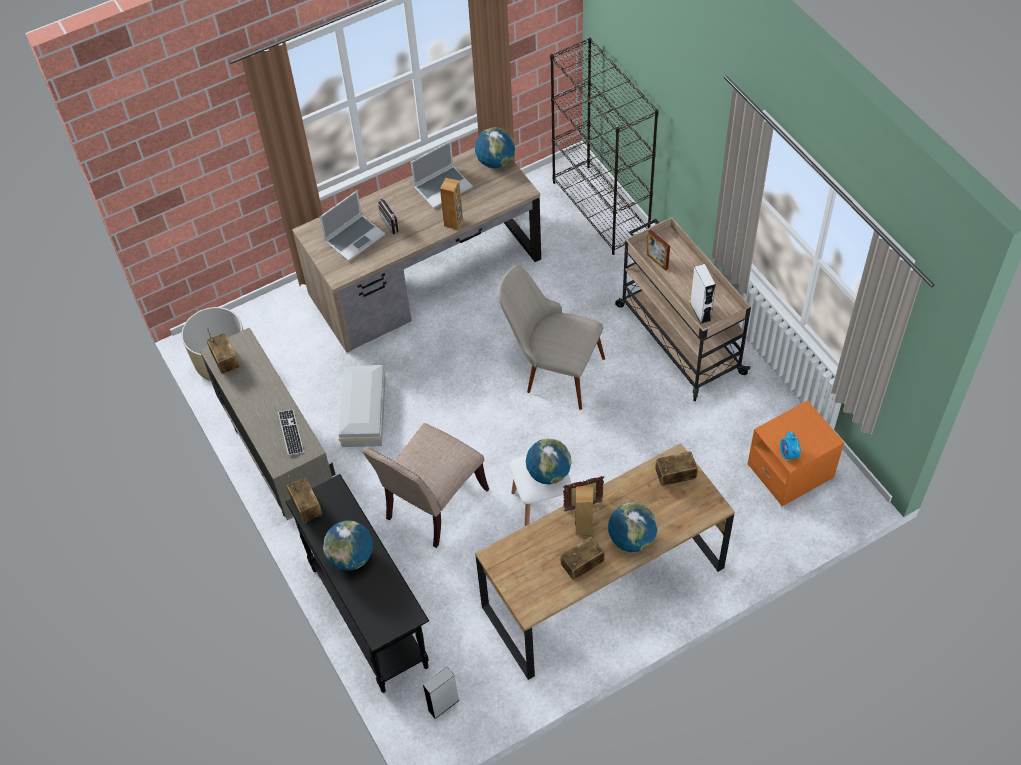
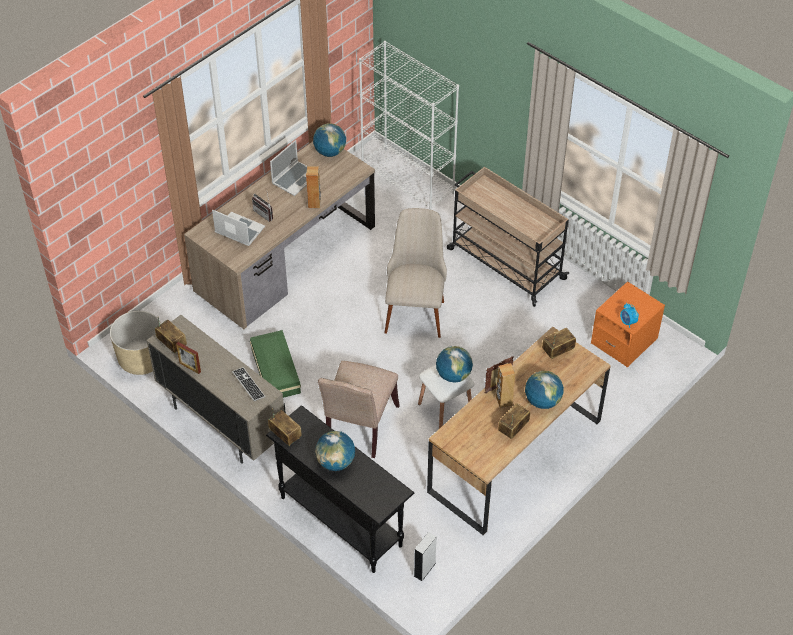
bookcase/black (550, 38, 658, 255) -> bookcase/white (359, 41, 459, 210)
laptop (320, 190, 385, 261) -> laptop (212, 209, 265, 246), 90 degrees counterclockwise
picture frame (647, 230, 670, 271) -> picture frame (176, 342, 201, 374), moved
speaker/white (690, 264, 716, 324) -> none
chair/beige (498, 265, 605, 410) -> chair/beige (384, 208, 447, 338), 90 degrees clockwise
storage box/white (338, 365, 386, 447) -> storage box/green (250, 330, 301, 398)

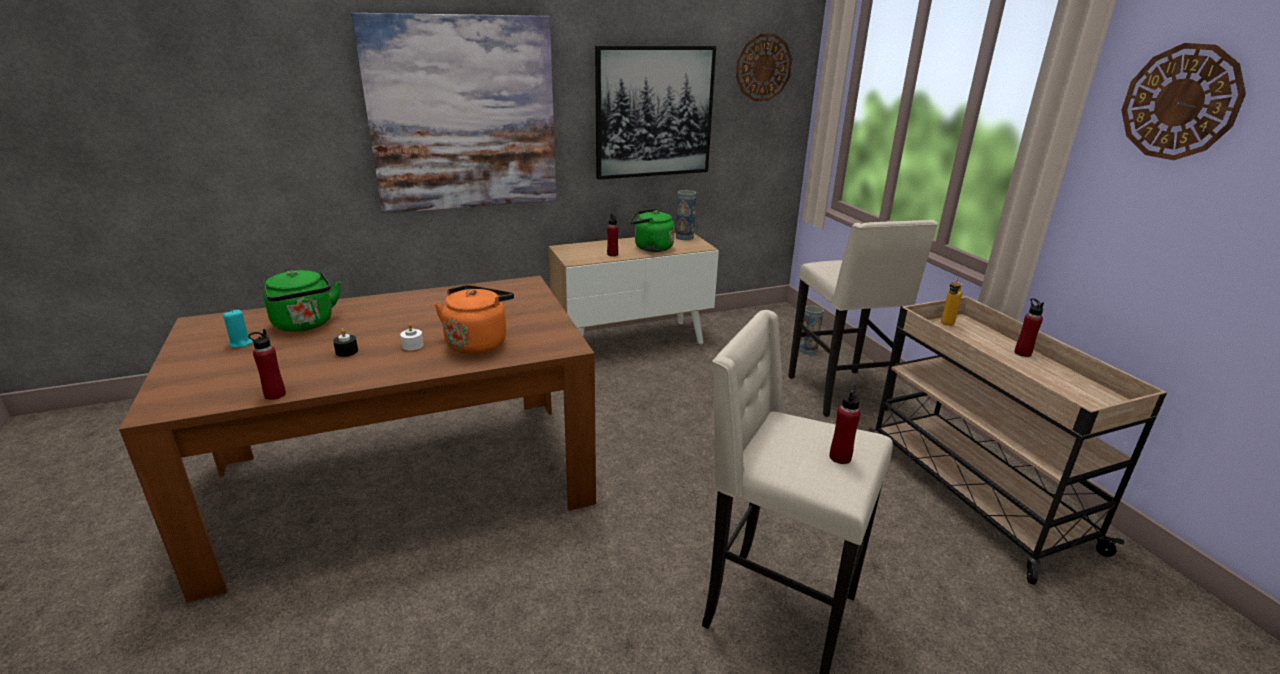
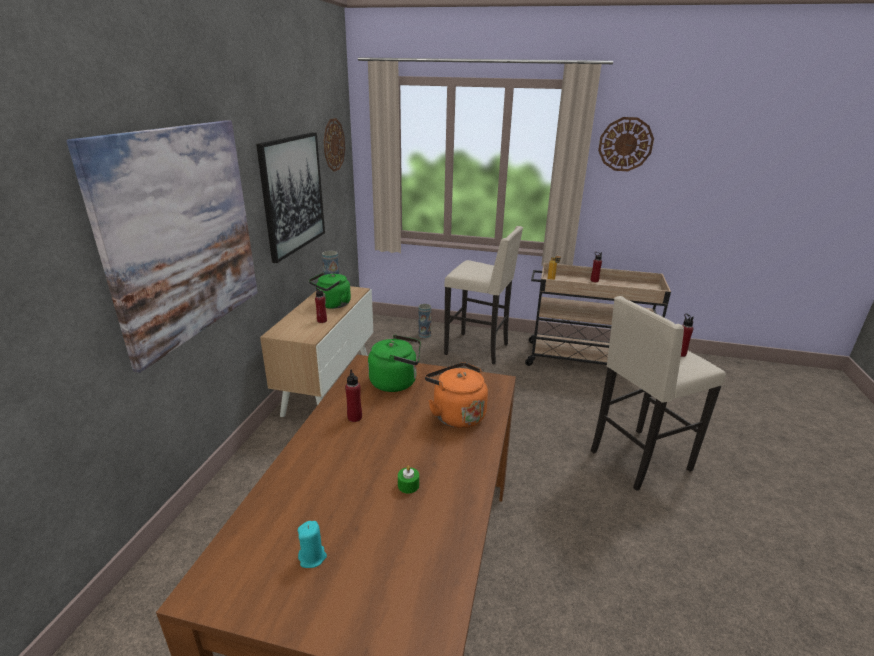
kettle/green (263, 270, 341, 332) -> kettle/green (368, 335, 421, 392), moved
candle/white (400, 323, 424, 350) -> none
bottle/red (248, 329, 286, 400) -> bottle/red (345, 369, 362, 422), moved
candle/black (333, 329, 358, 357) -> candle/green (398, 465, 419, 493)

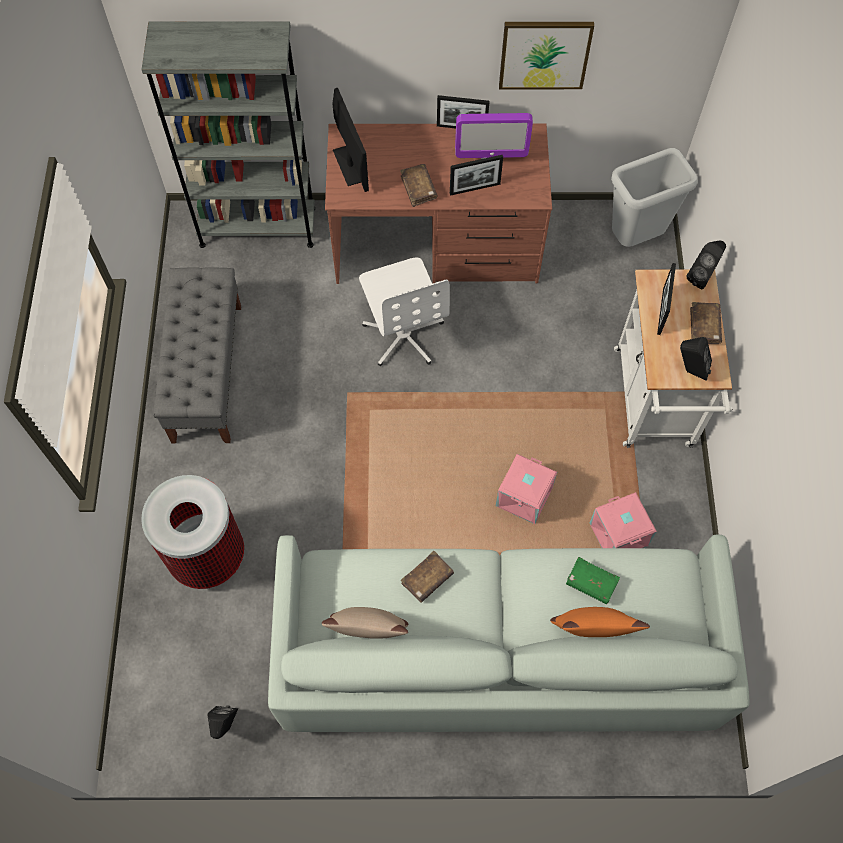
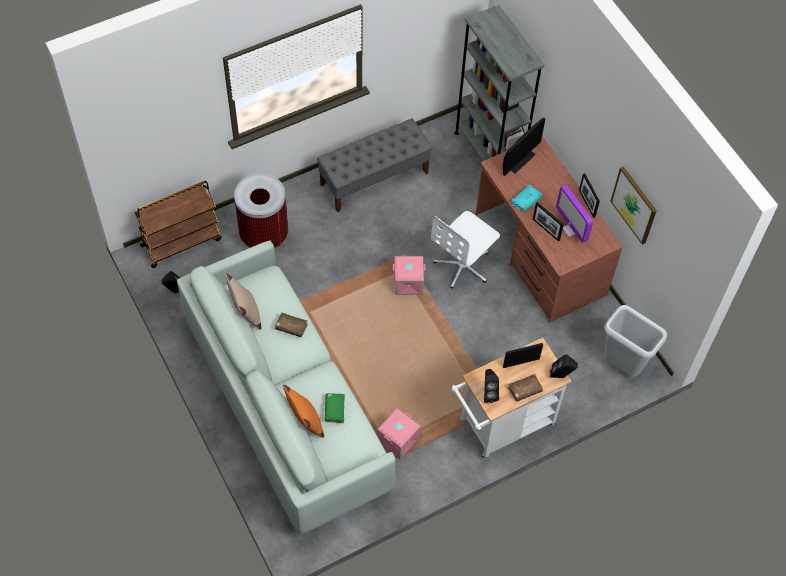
book/brown (400, 164, 438, 207) -> book/turquoise (511, 184, 543, 212)
storage box/pink (496, 454, 557, 524) -> storage box/pink (393, 256, 425, 295), moved
none -> cart/brown (135, 181, 222, 268)

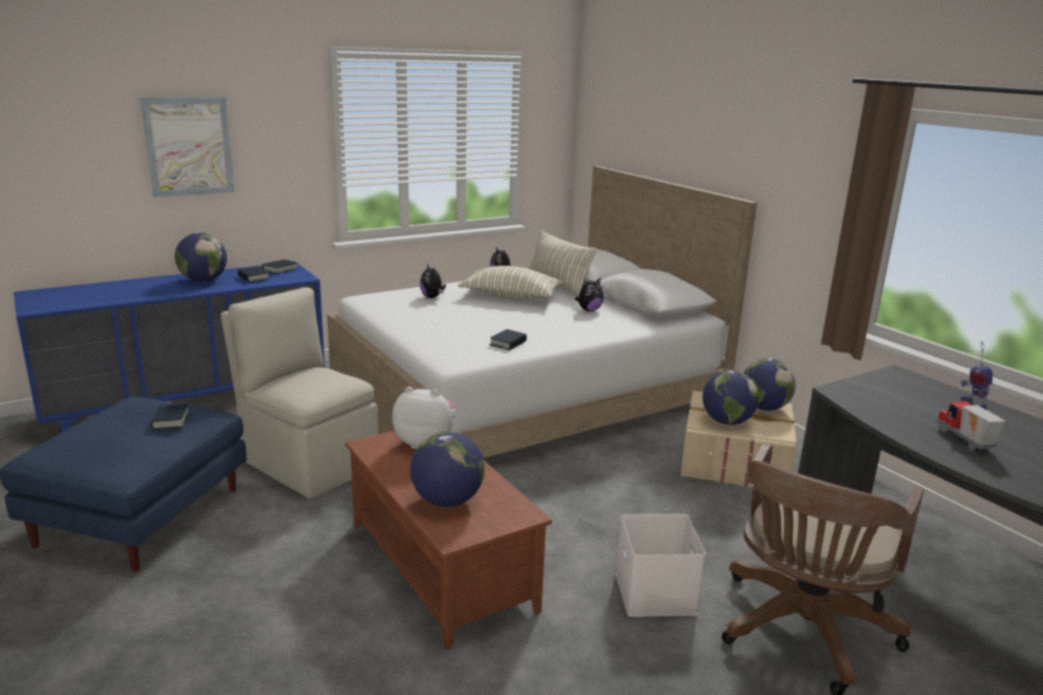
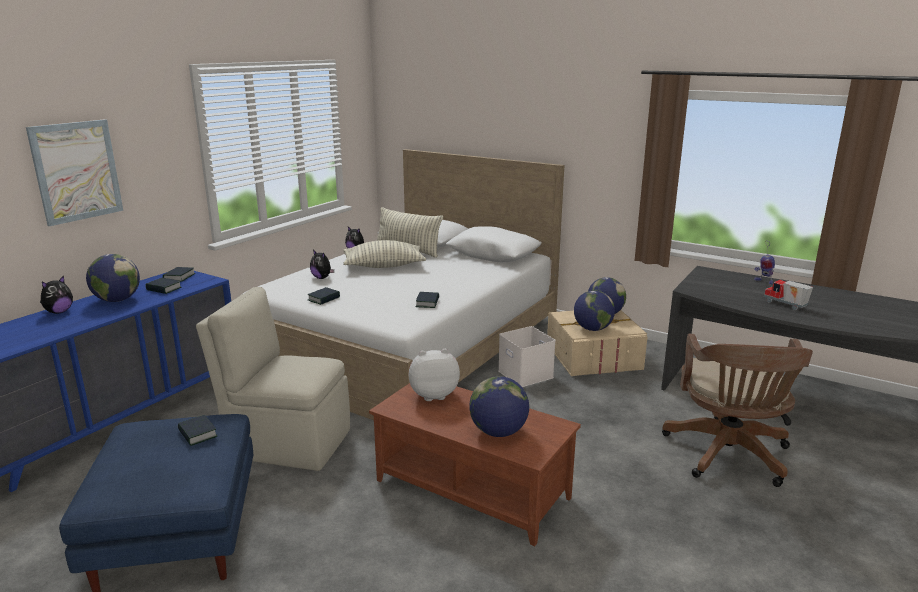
plush toy (575, 278, 604, 311) -> plush toy (40, 276, 73, 314), moved
storage box/white (616, 514, 706, 617) -> storage box/white (498, 326, 556, 387), moved
none -> book (308, 287, 340, 305)

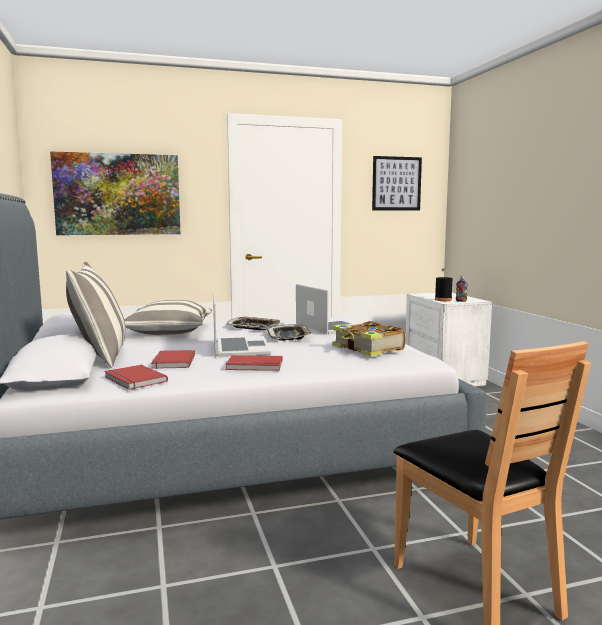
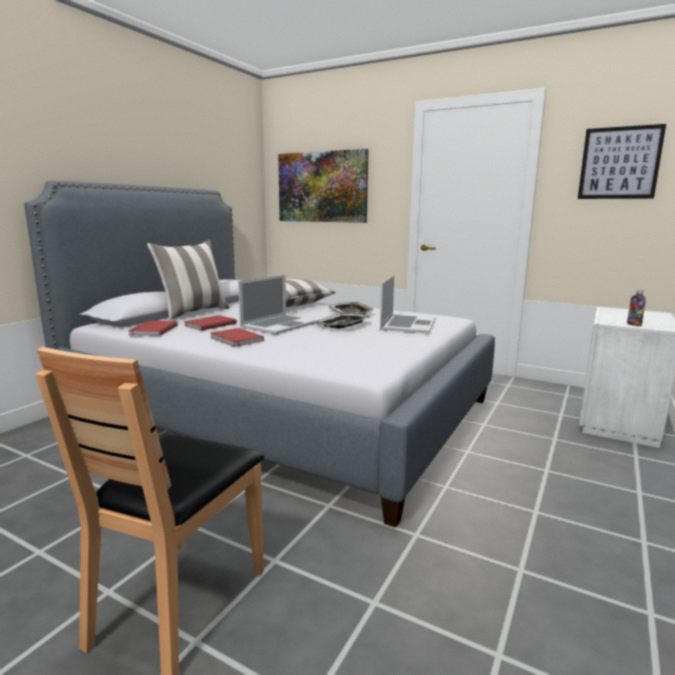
bottle/black (435, 268, 452, 301) -> none
book (332, 321, 406, 357) -> none

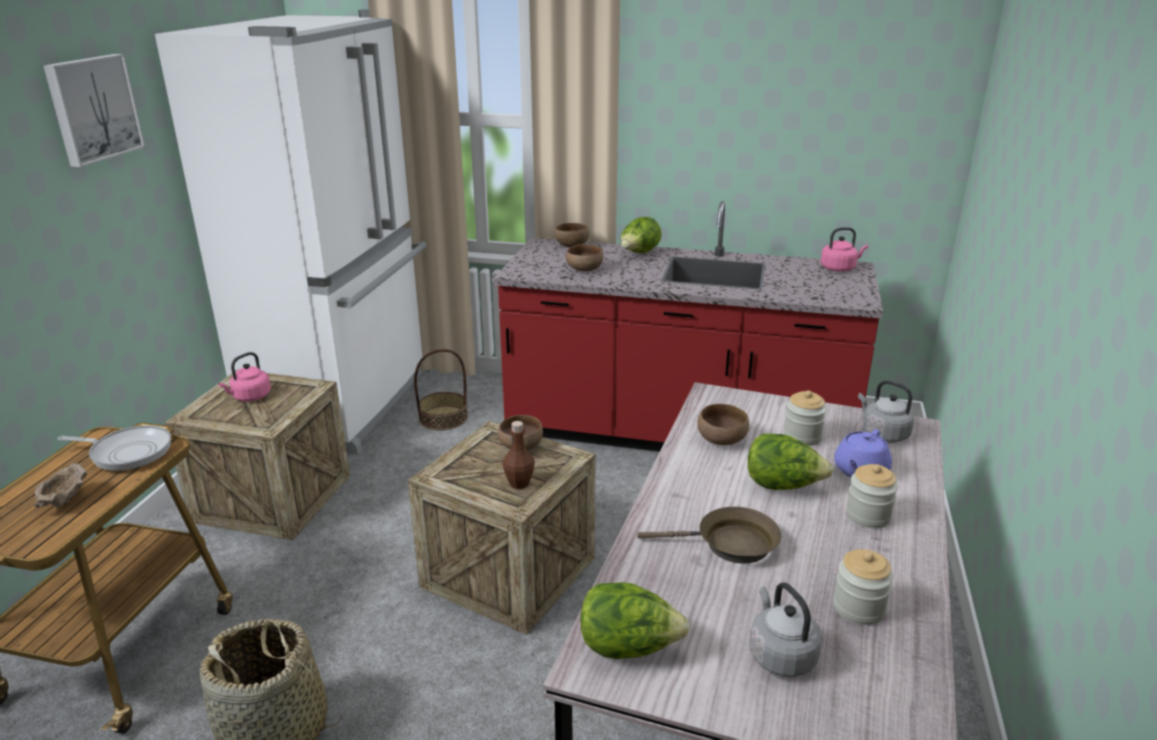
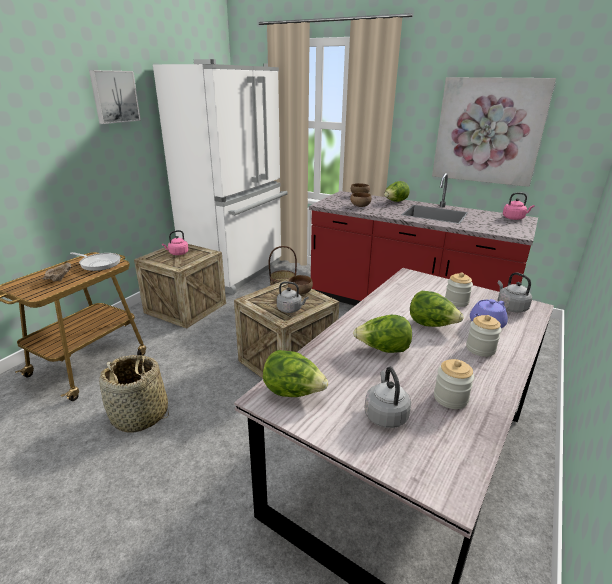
bowl/brown (697, 404, 749, 445) -> none
bottle/brown (503, 421, 535, 489) -> kettle/grey (277, 281, 308, 313)
frying pan/brown (637, 507, 781, 563) -> lettuce (353, 315, 412, 353)
none -> picture (432, 77, 556, 187)

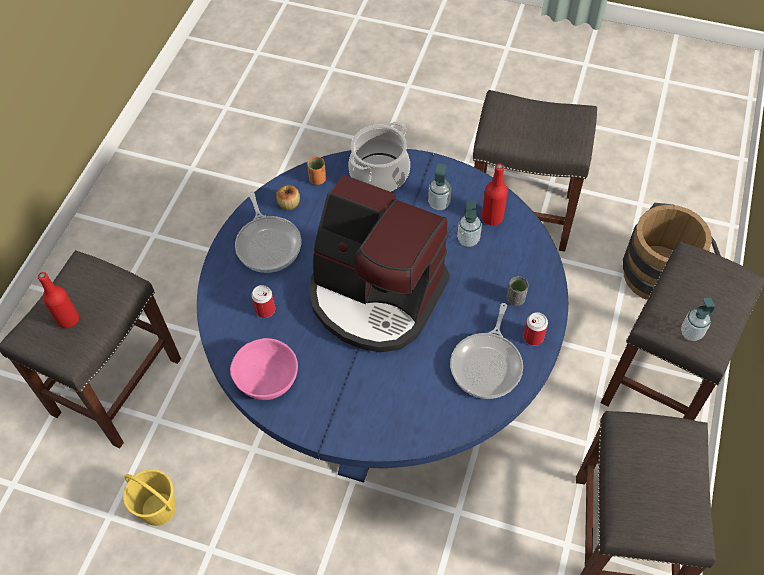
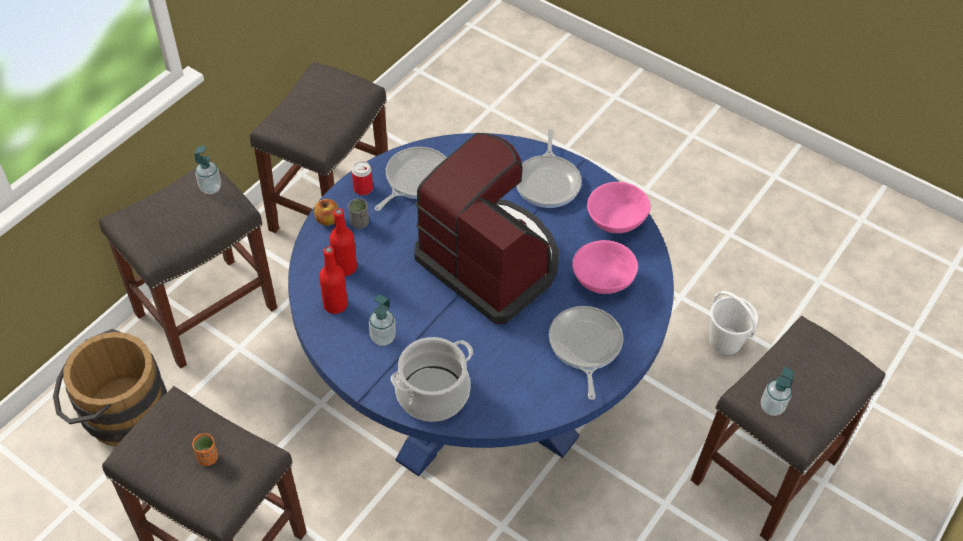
cup/orange (307, 157, 326, 185) -> cup/orange (192, 434, 218, 466), moved
apple (276, 185, 300, 210) -> apple (314, 199, 339, 226), moved
soap dispenser (457, 200, 482, 247) -> soap dispenser (761, 367, 794, 416), moved
bottle/red (38, 272, 79, 328) -> bottle/red (329, 209, 357, 276), moved
can (251, 285, 275, 318) -> bowl/pink (572, 240, 638, 294)
bucket/yellow (123, 469, 176, 526) -> bucket/white (709, 291, 758, 355)
none -> frying pan (516, 129, 582, 208)

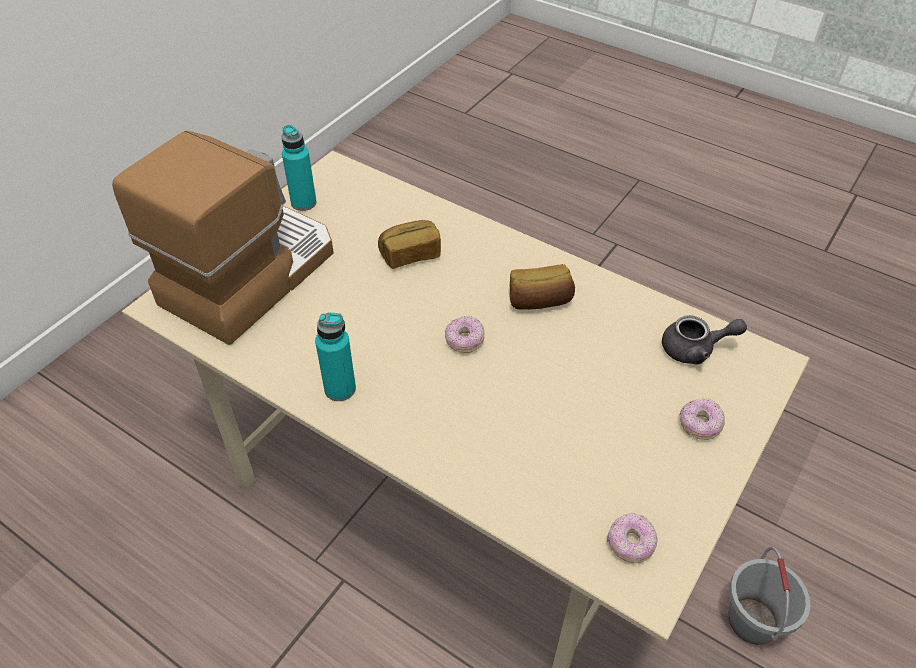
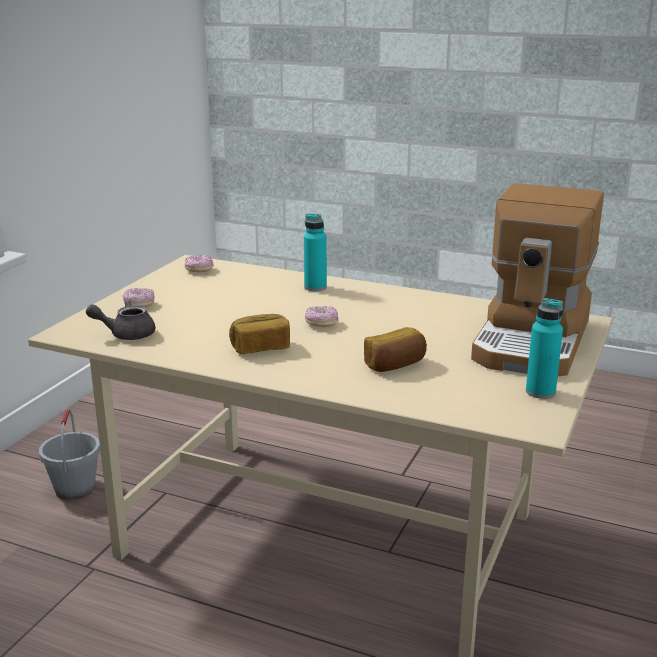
bottle/turquoise (315, 313, 356, 401) -> bottle/turquoise (304, 214, 327, 291), moved

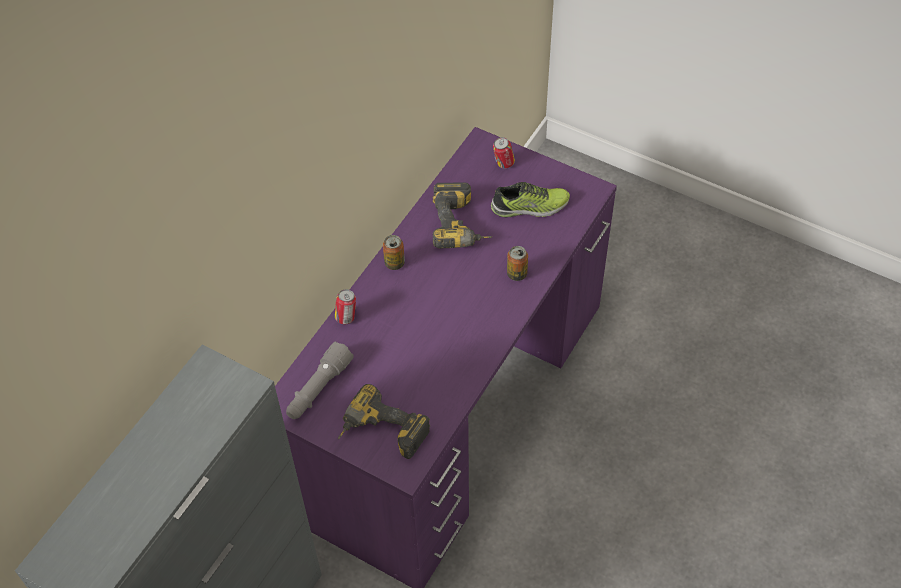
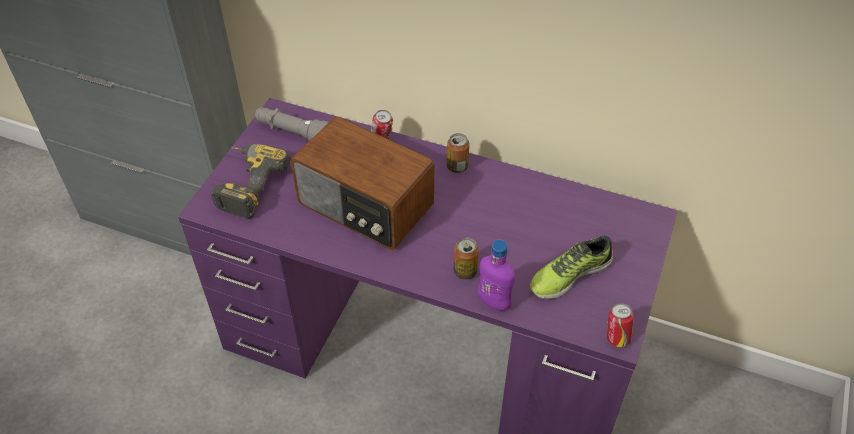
can (493, 137, 515, 169) -> can (607, 303, 634, 347), moved
power drill (433, 182, 492, 248) -> none
shoe (491, 182, 570, 218) -> shoe (530, 236, 613, 299), 75 degrees clockwise
none -> radio (291, 116, 434, 250)
none -> bottle/purple (478, 240, 515, 311)

